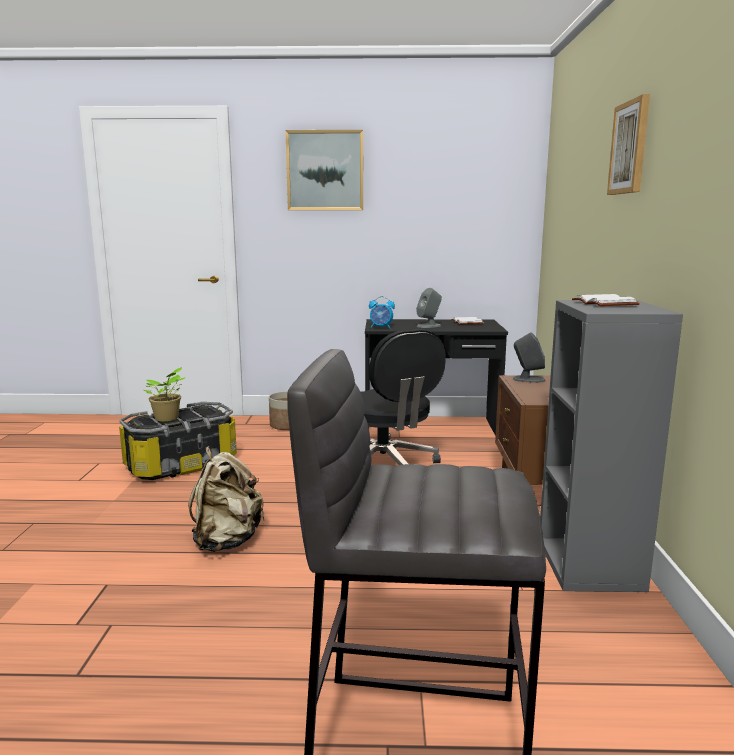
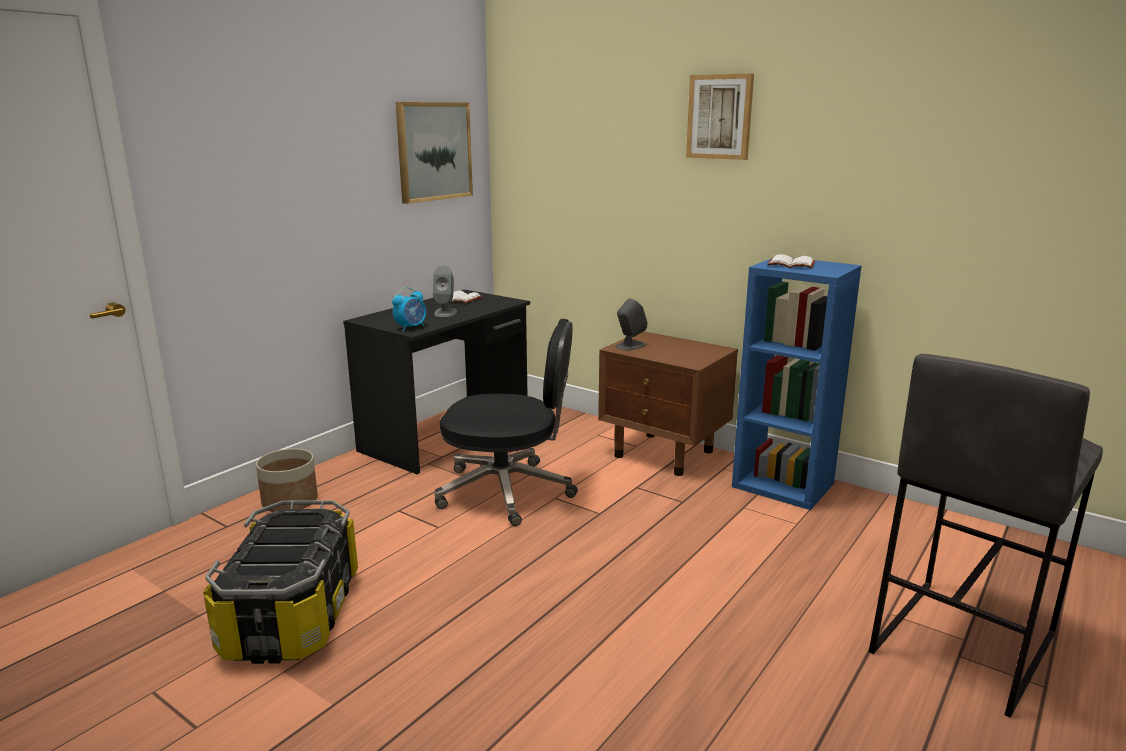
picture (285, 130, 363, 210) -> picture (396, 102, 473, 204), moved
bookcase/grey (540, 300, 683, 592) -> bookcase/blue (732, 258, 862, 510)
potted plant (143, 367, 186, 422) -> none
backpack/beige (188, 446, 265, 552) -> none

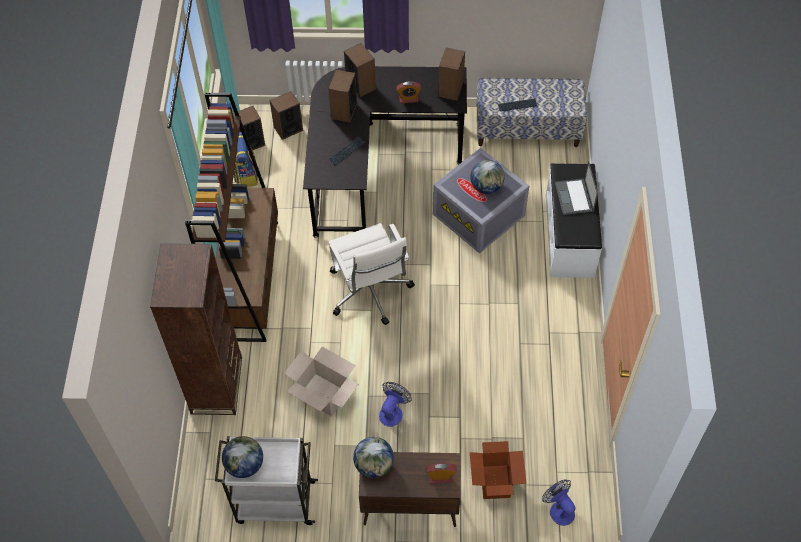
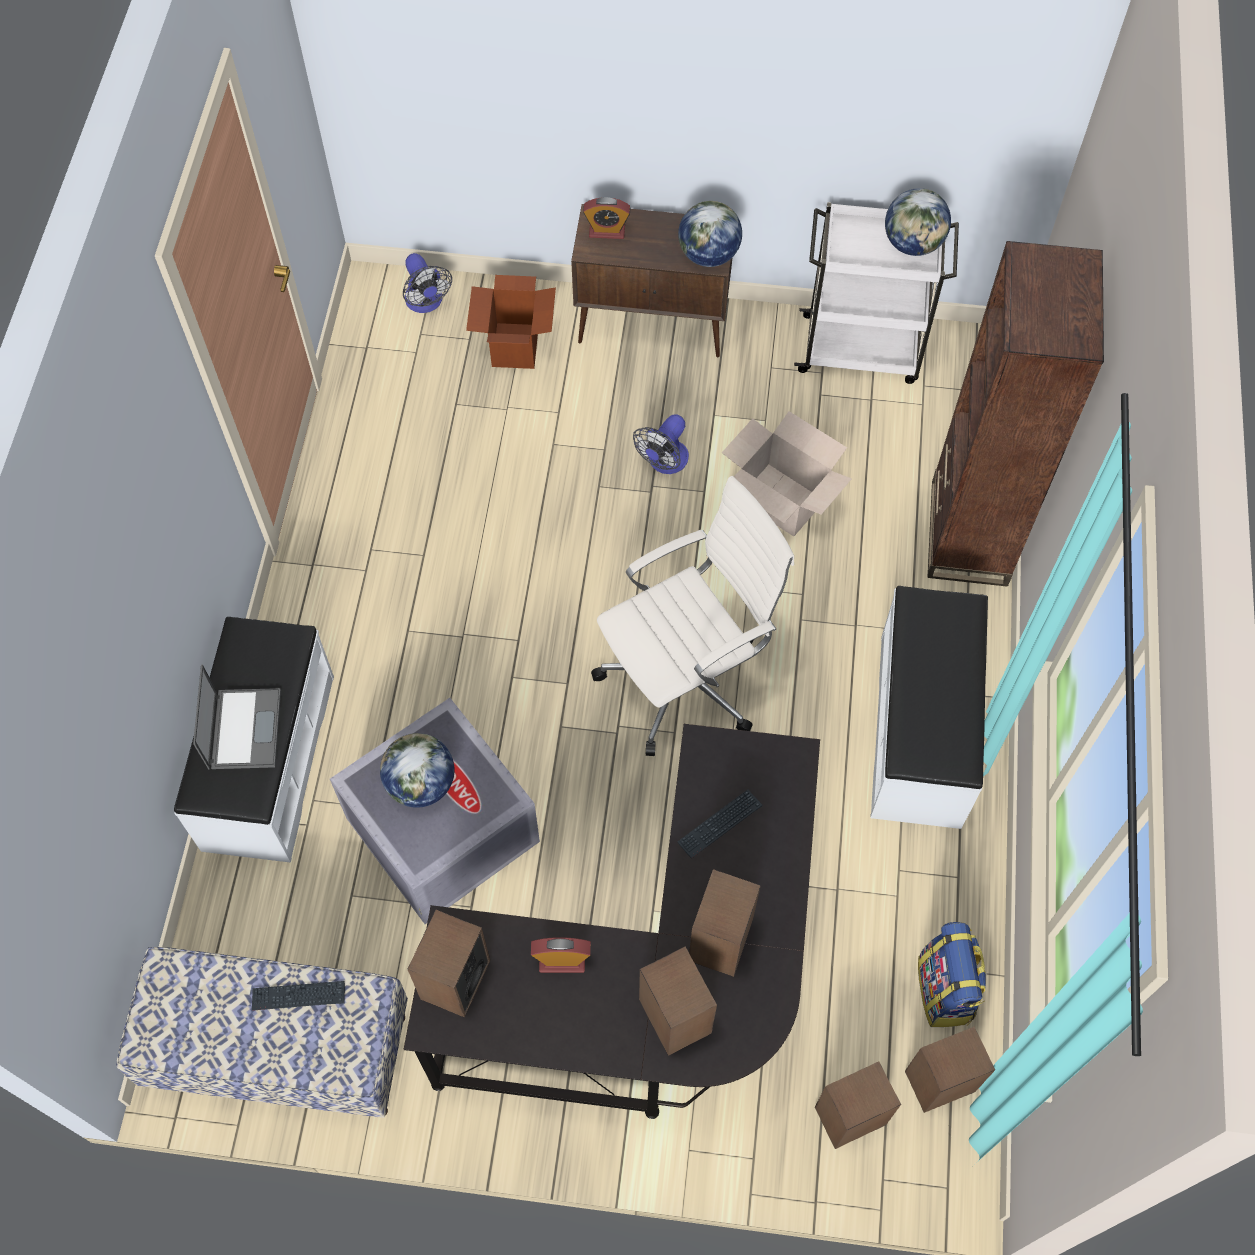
bookcase/brown (185, 93, 278, 342) -> bench/white (870, 586, 988, 829)
office chair/white (328, 223, 415, 325) -> office chair/white (591, 476, 794, 756), 75 degrees clockwise

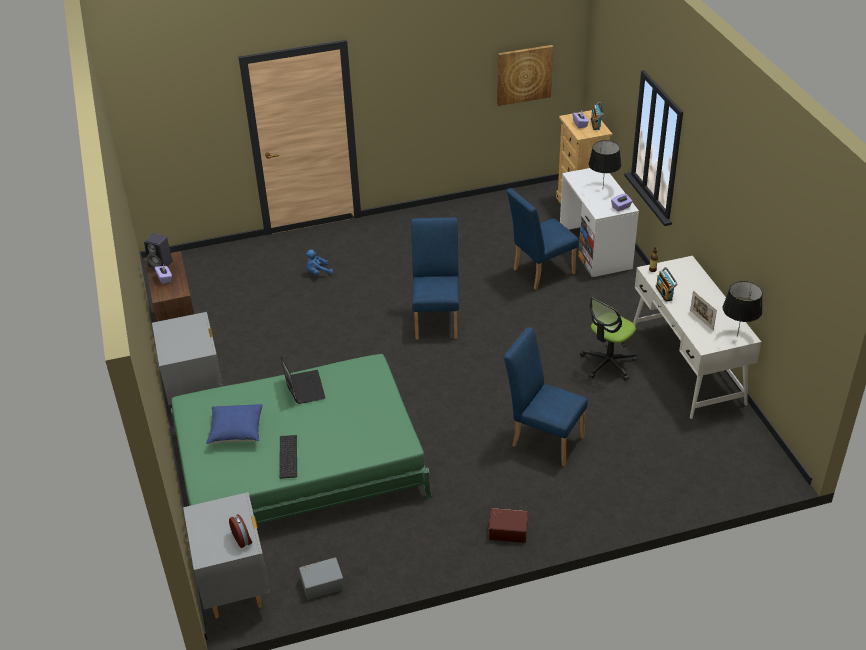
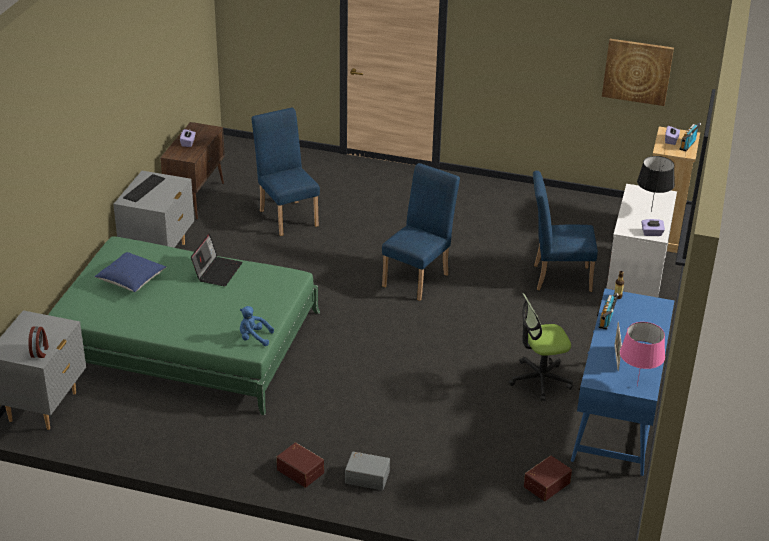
speaker/black (144, 233, 173, 268) -> none
plush toy/blue (305, 249, 333, 275) -> plush toy/blue (240, 306, 274, 346), moved
desk/white (633, 256, 761, 419) -> desk/blue (571, 288, 675, 476)
table lamp/black (723, 281, 763, 337) -> table lamp/pink (620, 322, 665, 386)
chair/blue (504, 327, 588, 467) -> chair/blue (251, 107, 320, 236), moved
keyboard (279, 435, 297, 479) -> keyboard (123, 174, 165, 202), moved
storage box/grey (299, 557, 344, 600) -> storage box/grey (345, 452, 390, 490), moved
none -> storage box/brown (524, 455, 572, 501)

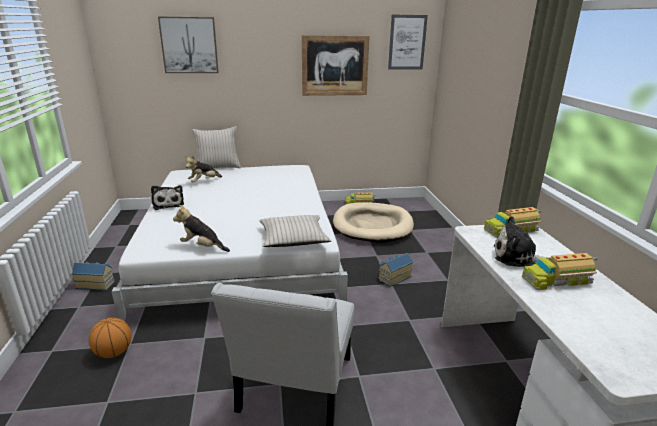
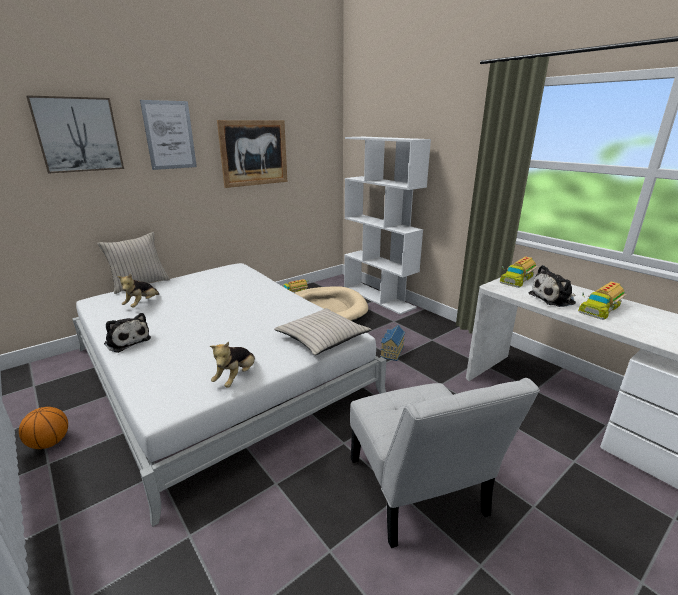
picture (388, 14, 428, 69) -> picture (140, 100, 197, 170), moved
plush toy (173, 205, 230, 252) -> plush toy (210, 342, 255, 388), 60 degrees counterclockwise
toy house (72, 262, 115, 291) -> none
basketball (88, 318, 132, 358) -> basketball (19, 407, 68, 449), moved
none -> bookcase/white (344, 137, 431, 315)

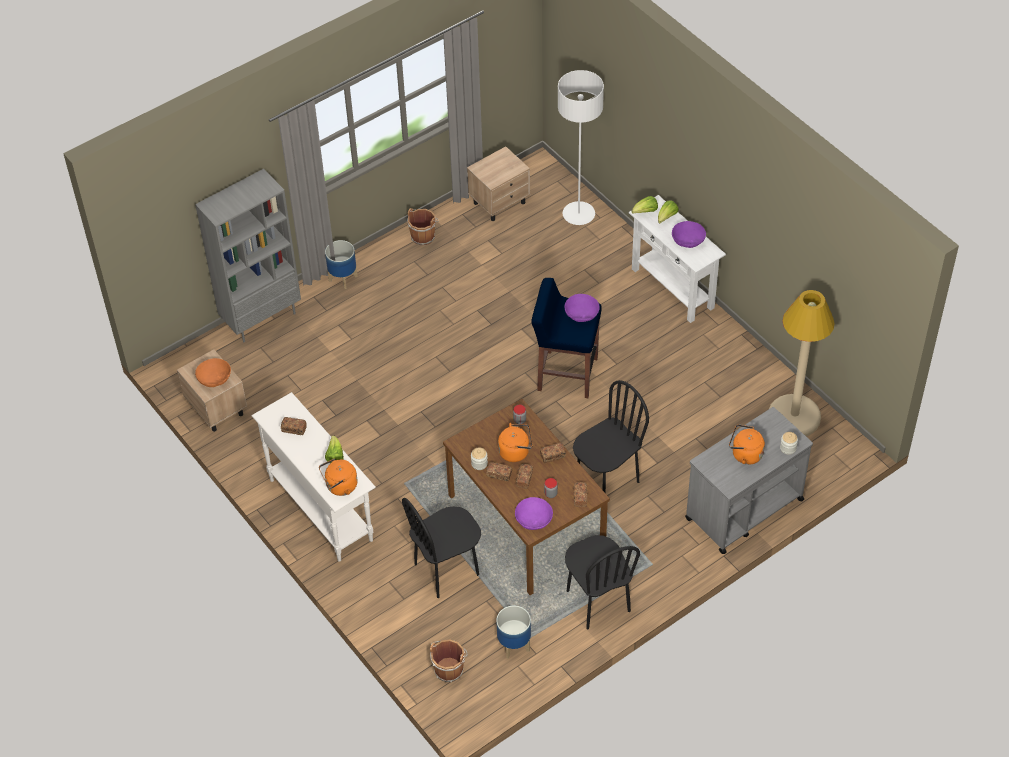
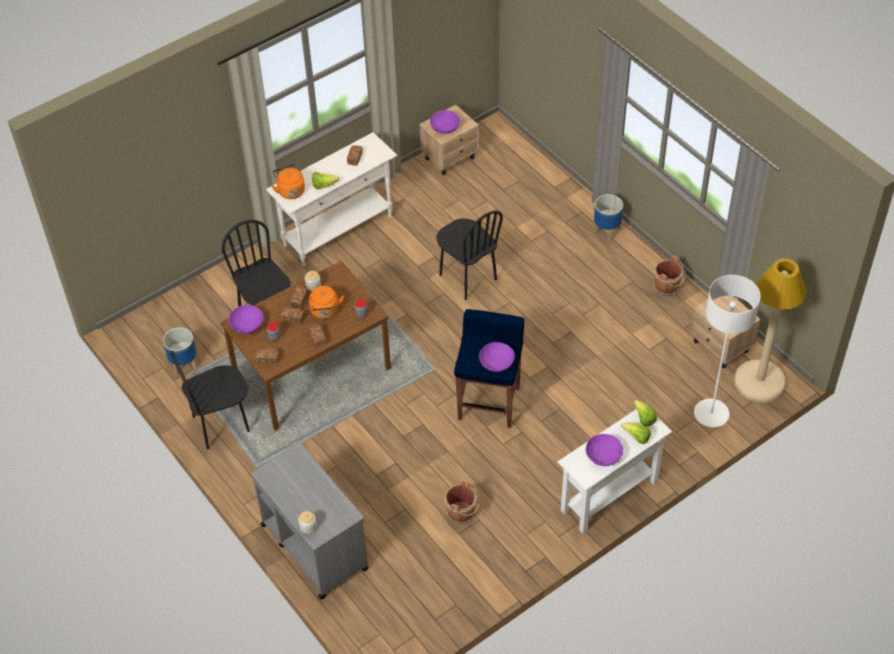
bookcase/grey (195, 169, 301, 343) -> none
floor lamp/beige (769, 290, 835, 436) -> floor lamp/beige (734, 258, 807, 403), moved
bowl/orange (195, 358, 231, 387) -> bowl/purple (430, 110, 460, 134)
chair/black (573, 380, 649, 493) -> chair/black (437, 210, 503, 300), moved
kettle/orange (729, 424, 765, 465) -> none
bucket/brown (430, 640, 467, 682) -> bucket/brown (444, 480, 480, 524), moved

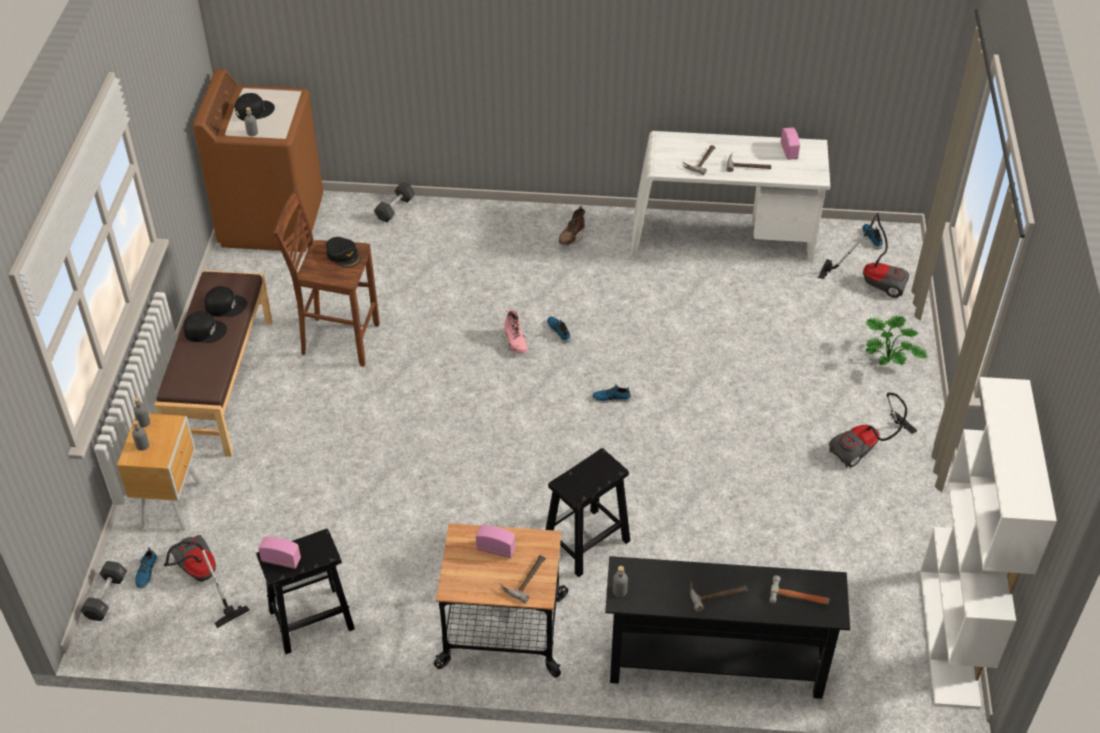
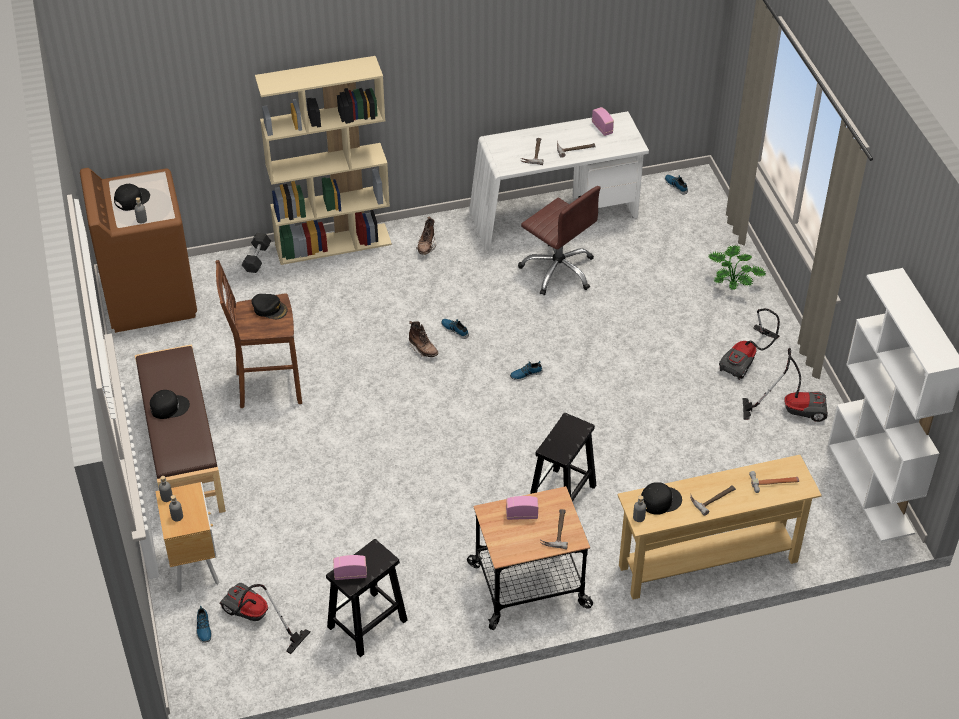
vacuum cleaner (818, 213, 909, 298) -> vacuum cleaner (742, 348, 828, 422), moved
cap/black (204, 286, 247, 317) -> cap/black (641, 482, 682, 515), moved
boot/pink (502, 309, 528, 353) -> boot/brown (409, 321, 439, 357)
console table/black (605, 556, 850, 699) -> console table/beige (618, 455, 822, 600)
dumbbell/black (81, 561, 127, 621) -> none
none -> bookcase/beige (255, 56, 392, 265)
none -> office chair/brown (518, 186, 600, 295)

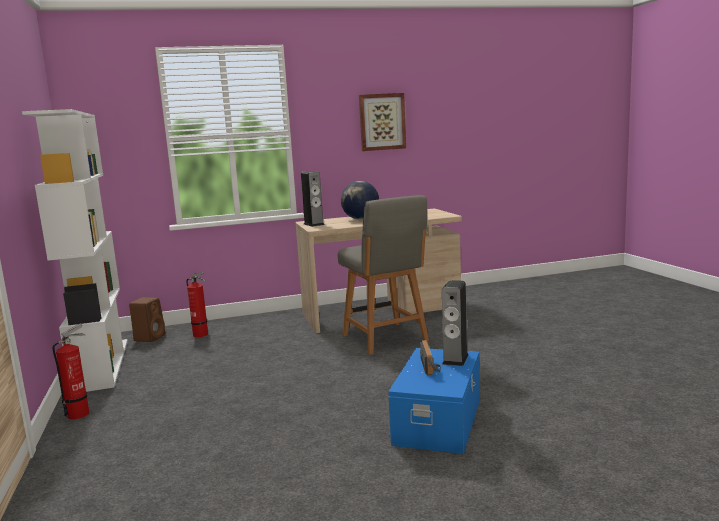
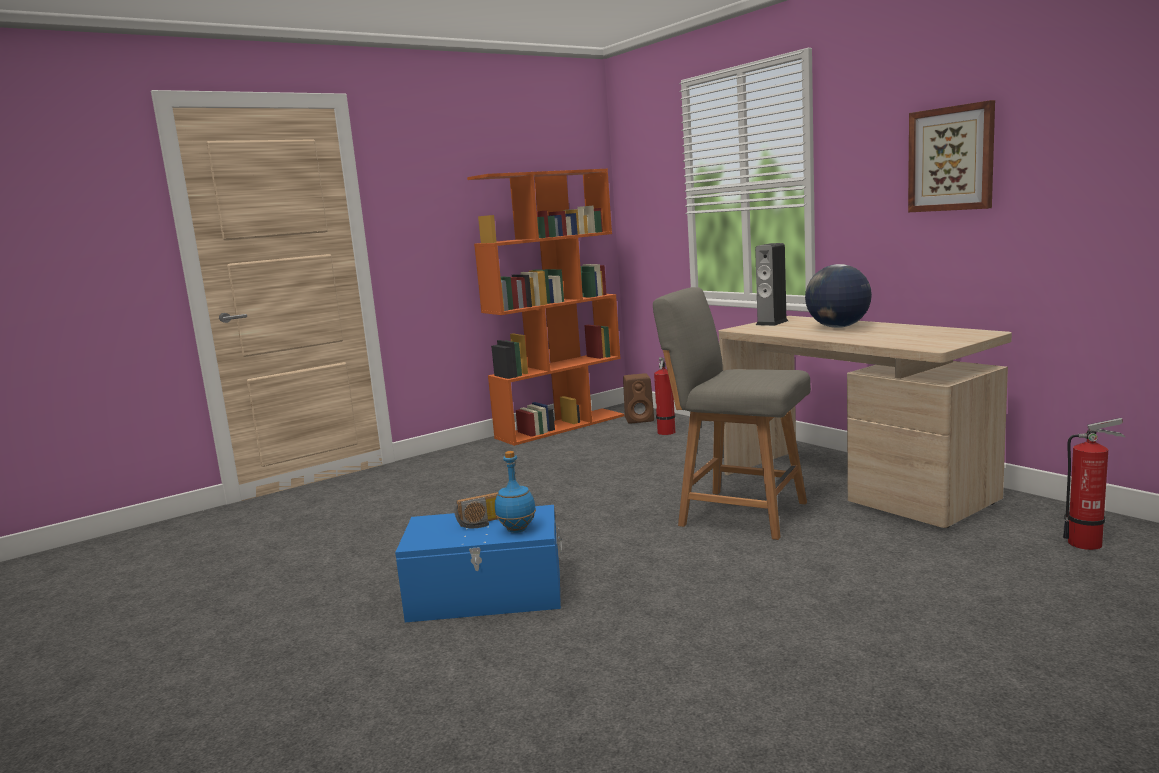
bookcase/white (22, 109, 128, 392) -> bookcase/orange (467, 169, 624, 446)
chair/grey (337, 195, 429, 355) -> chair/grey (653, 287, 811, 540), 75 degrees clockwise
speaker (442, 280, 469, 366) -> bottle/blue (495, 451, 536, 533)
fire extinguisher (53, 323, 89, 419) -> fire extinguisher (1063, 418, 1125, 550), moved

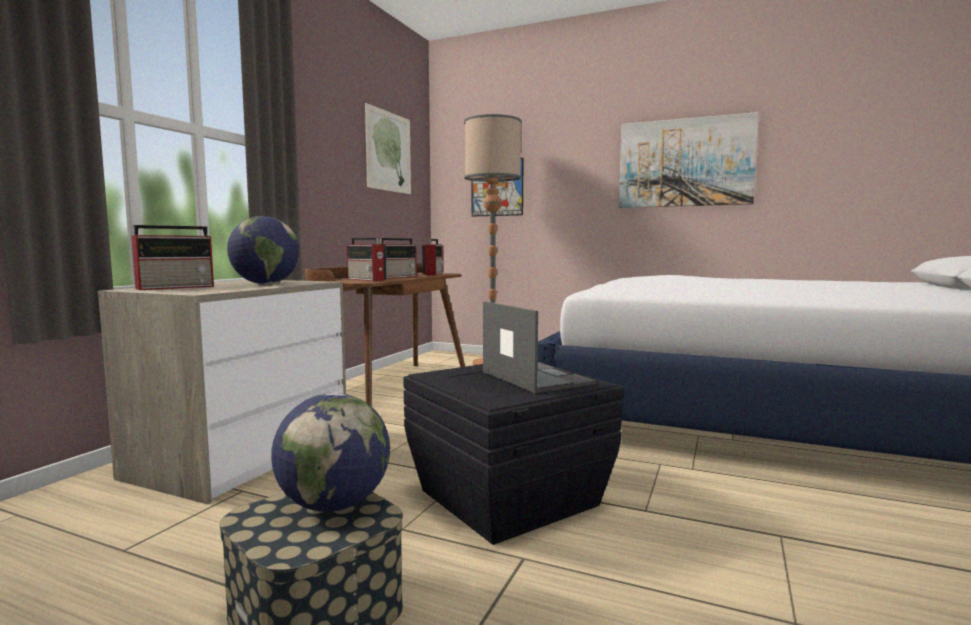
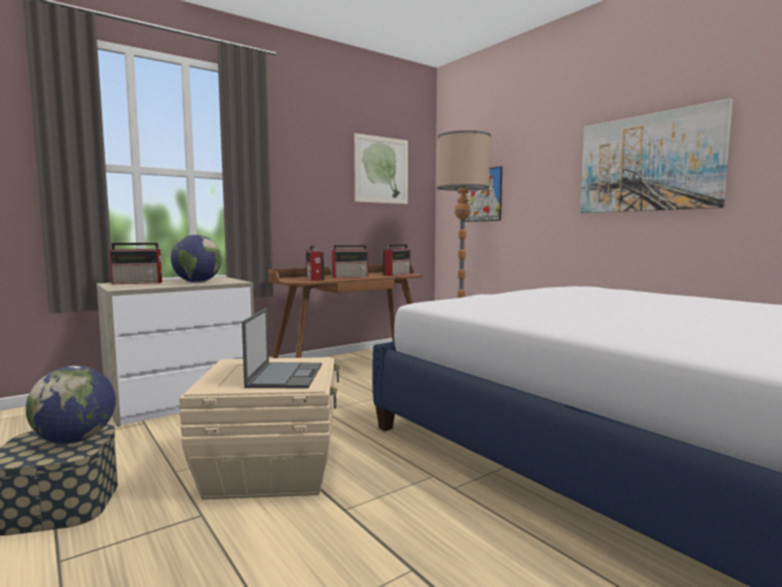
storage box/black (403, 364, 623, 545) -> storage box/beige (179, 357, 340, 500)

